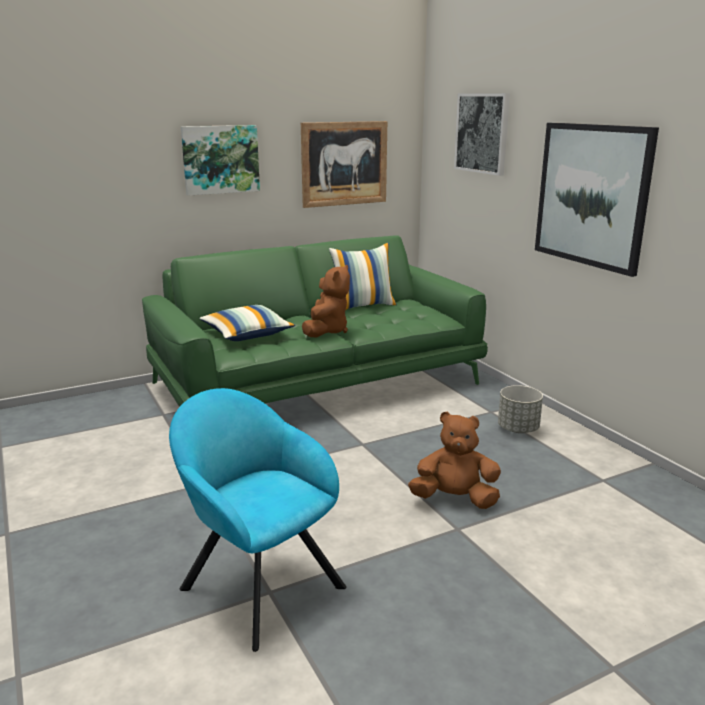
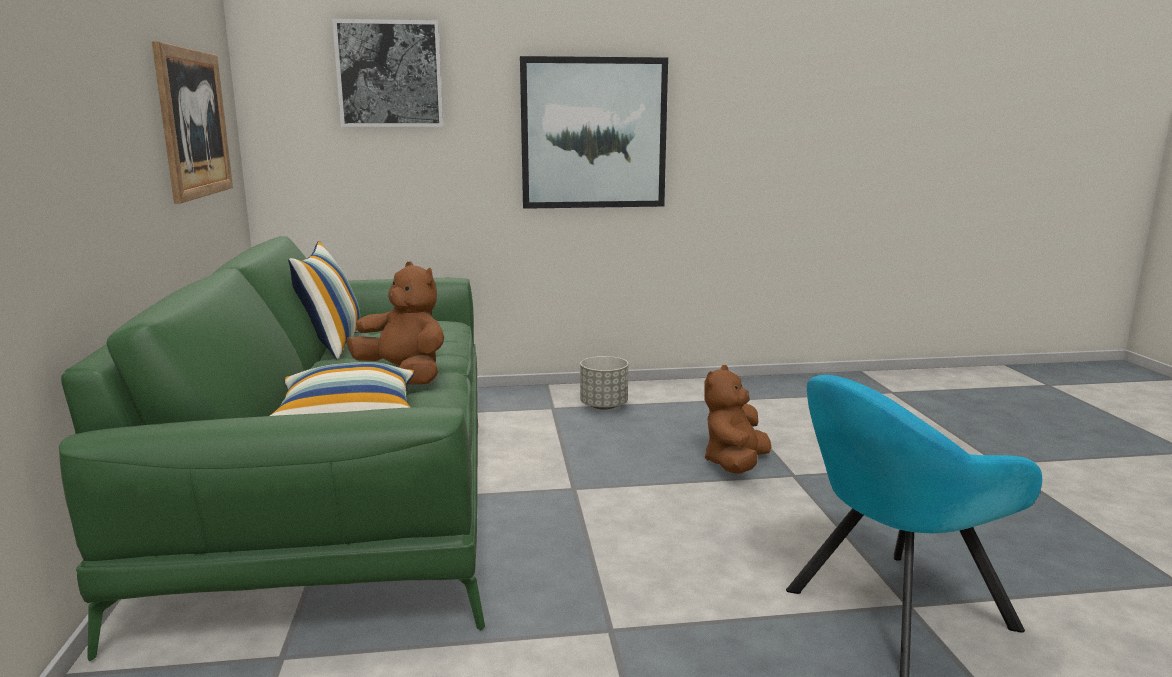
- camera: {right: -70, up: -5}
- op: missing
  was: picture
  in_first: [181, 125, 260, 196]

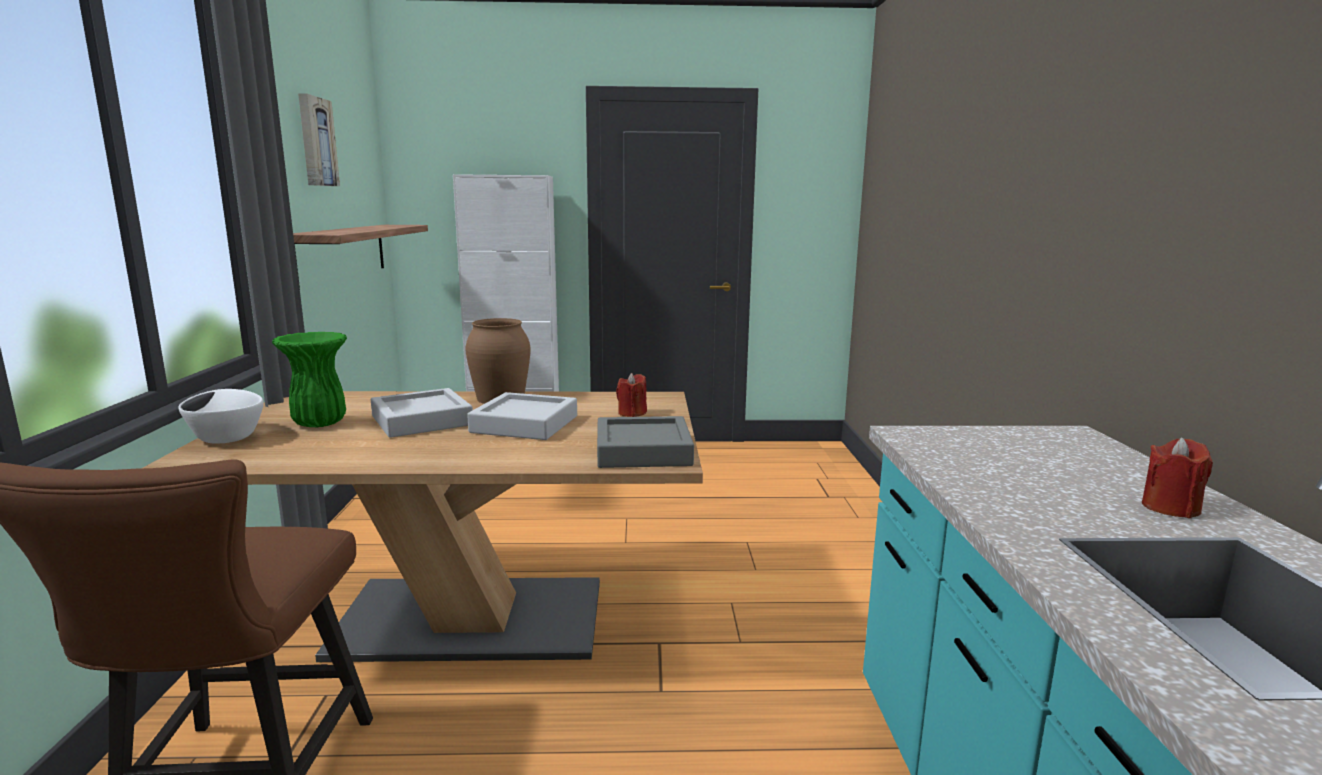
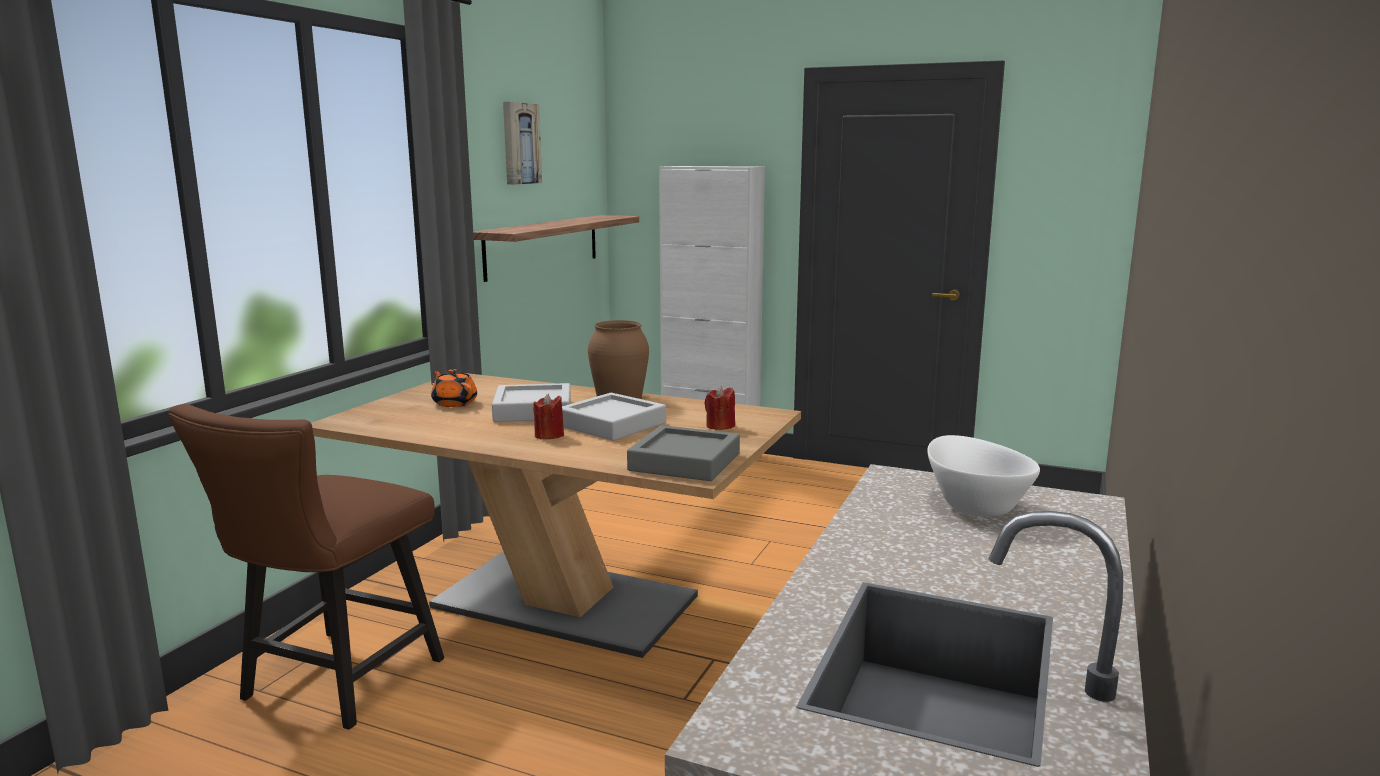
- camera: {right: 25, up: 0}
- op: relocated
  was: white bowl
  in_first: [178, 389, 264, 443]
  in_second: [927, 435, 1040, 517]
- op: relocated
  was: red candle
  in_first: [1142, 438, 1213, 518]
  in_second: [533, 394, 564, 439]
- op: exchanged
  was: green vase
  now: orange teapot
  in_first: [272, 332, 347, 427]
  in_second: [431, 369, 477, 407]

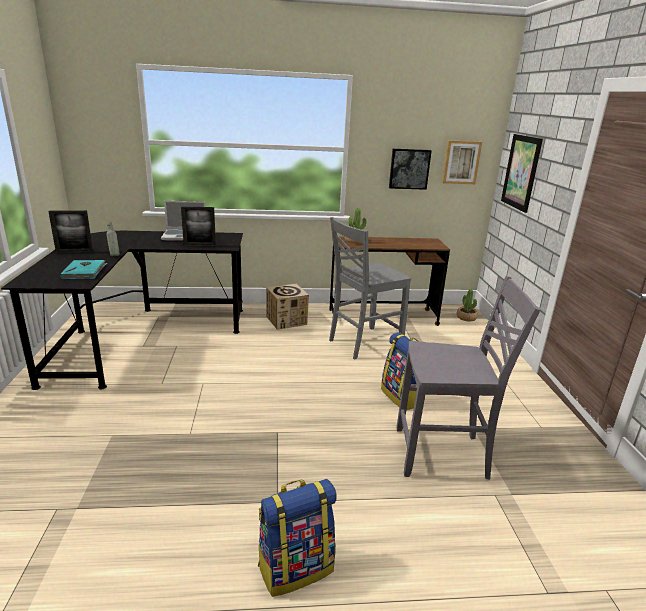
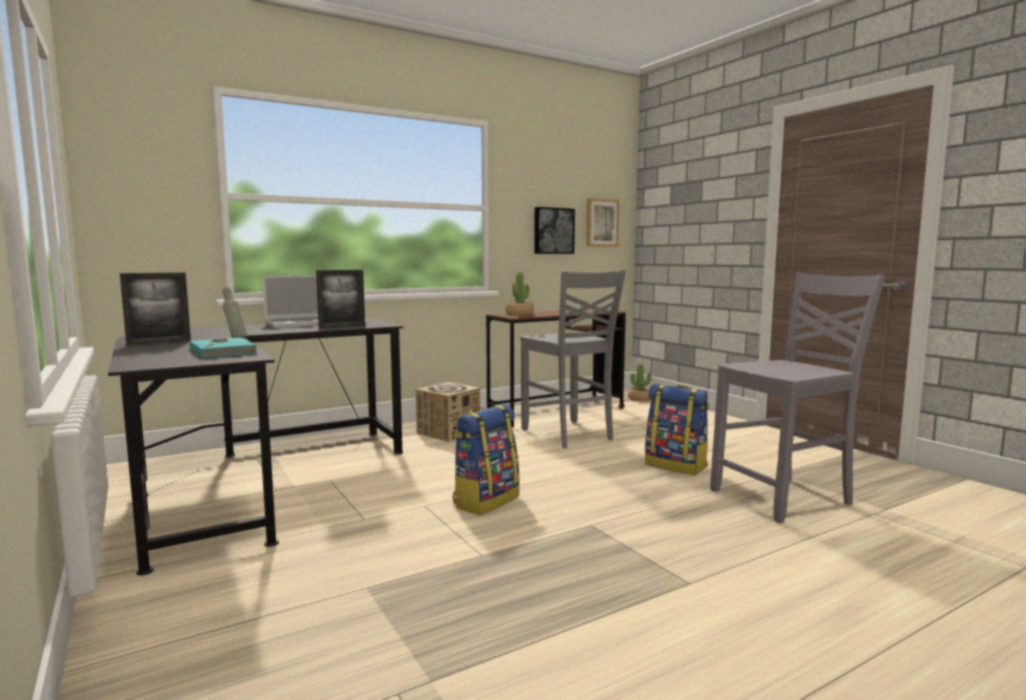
- camera: {right: -25, up: -15}
- op: missing
  was: picture
  in_first: [501, 134, 543, 213]
- op: relocated
  was: backpack
  in_first: [258, 479, 337, 597]
  in_second: [453, 404, 520, 515]
- op: spun
  was: grey chair
  in_first: [329, 217, 411, 359]
  in_second: [520, 270, 626, 448]
  clockwise: -60

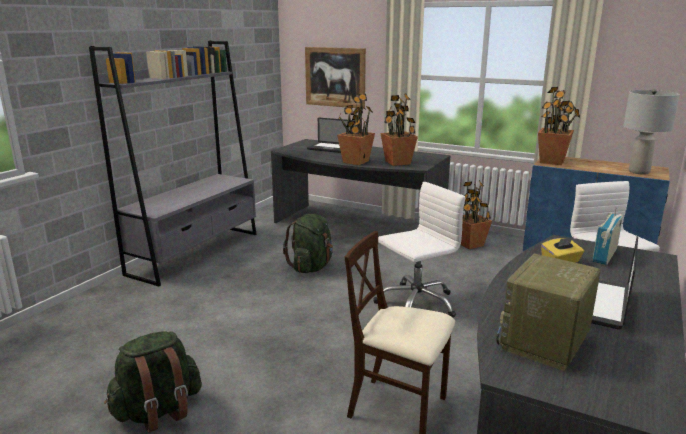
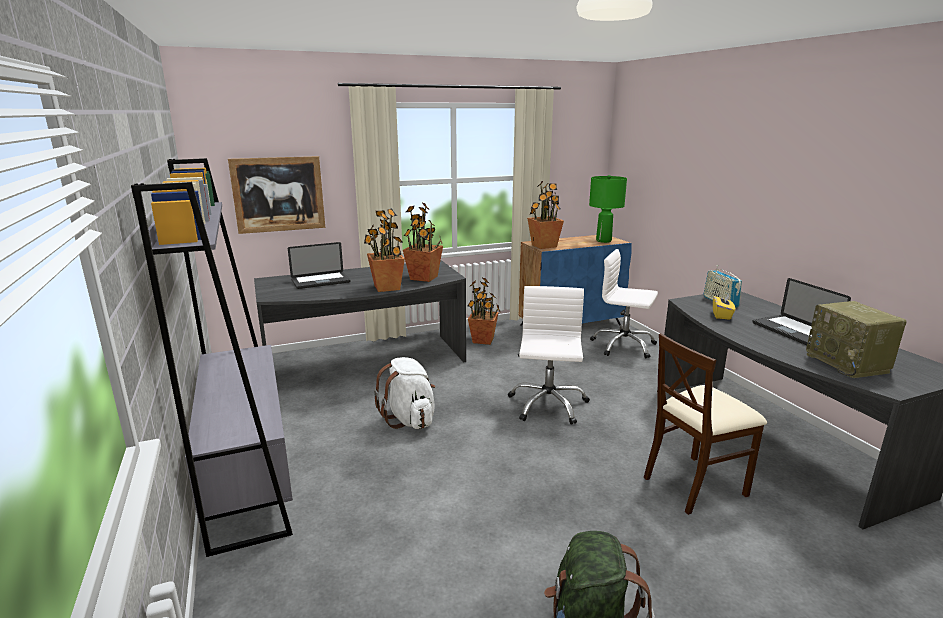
- camera: {right: -50, up: 0}
- op: colour
  was: green backpack
  now: white backpack
  in_first: [283, 214, 333, 273]
  in_second: [374, 357, 435, 429]
- op: colour
  was: grey table lamp
  now: green table lamp
  in_first: [623, 89, 680, 175]
  in_second: [589, 175, 627, 243]

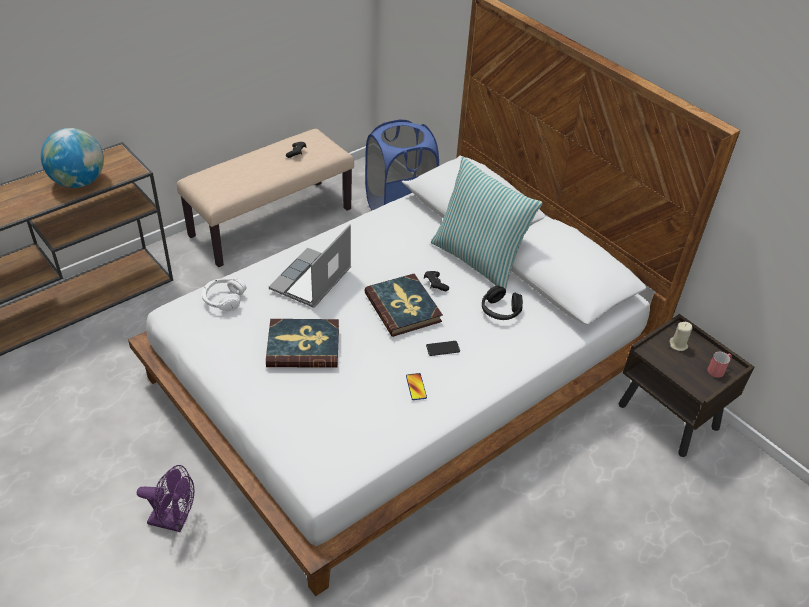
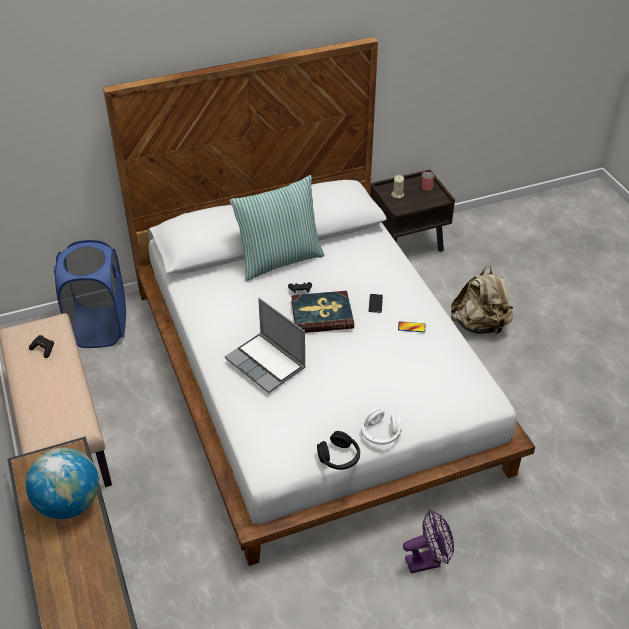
- camera: {right: -70, up: 0}
- op: missing
  was: book
  in_first: [266, 319, 339, 368]
- op: appeared
  now: beige backpack
  in_second: [451, 266, 513, 336]
- op: relocated
  was: white headphones
  in_first: [202, 278, 246, 312]
  in_second: [361, 408, 402, 445]
- op: relocated
  was: black headphones
  in_first: [482, 285, 523, 320]
  in_second: [317, 431, 360, 470]
- op: spun
  was: purple fan
  in_first: [137, 465, 195, 532]
  in_second: [403, 509, 454, 573]
  clockwise: 45

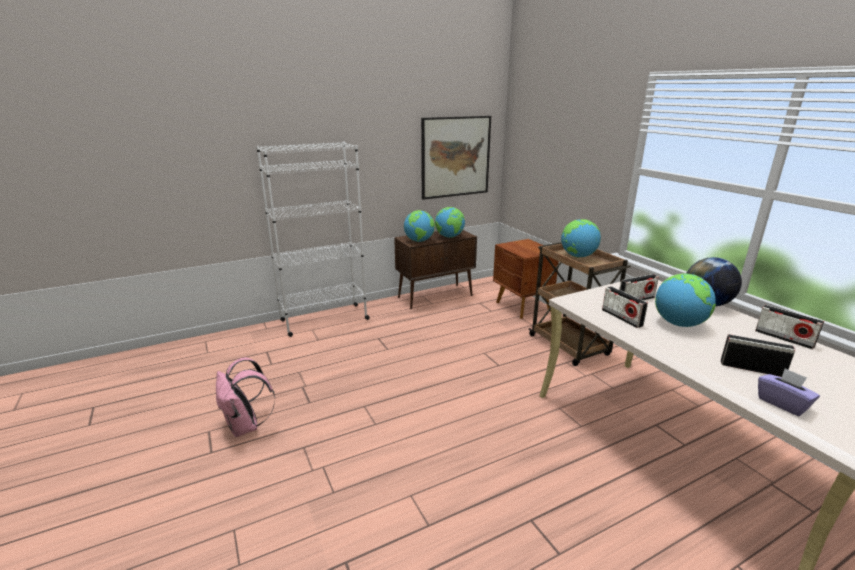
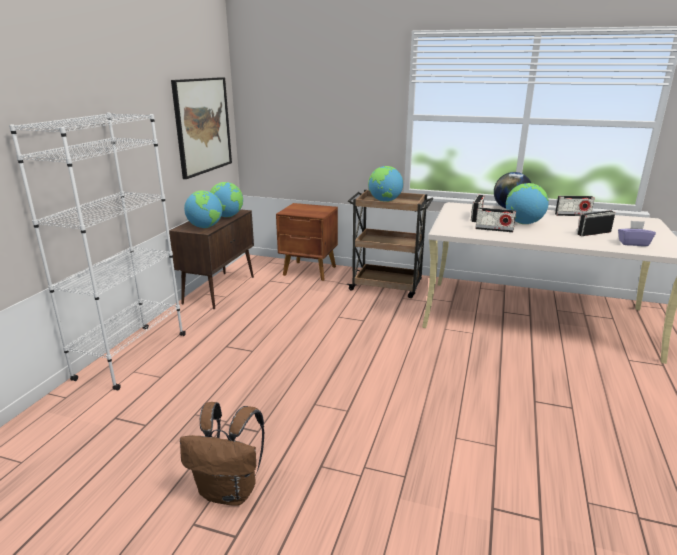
- camera: {right: -45, up: 0}
- op: colour
  was: pink backpack
  now: brown backpack
  in_first: [216, 357, 275, 437]
  in_second: [180, 402, 265, 506]

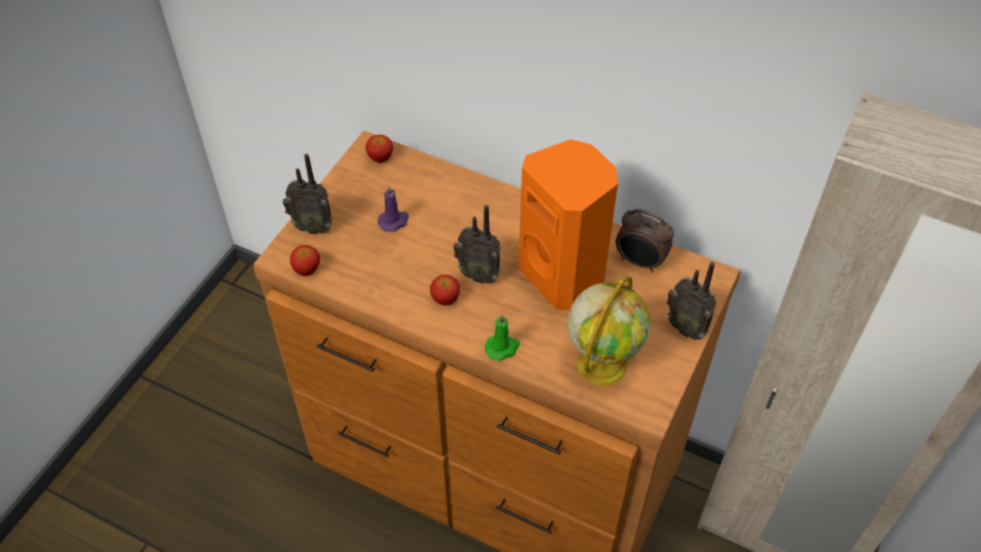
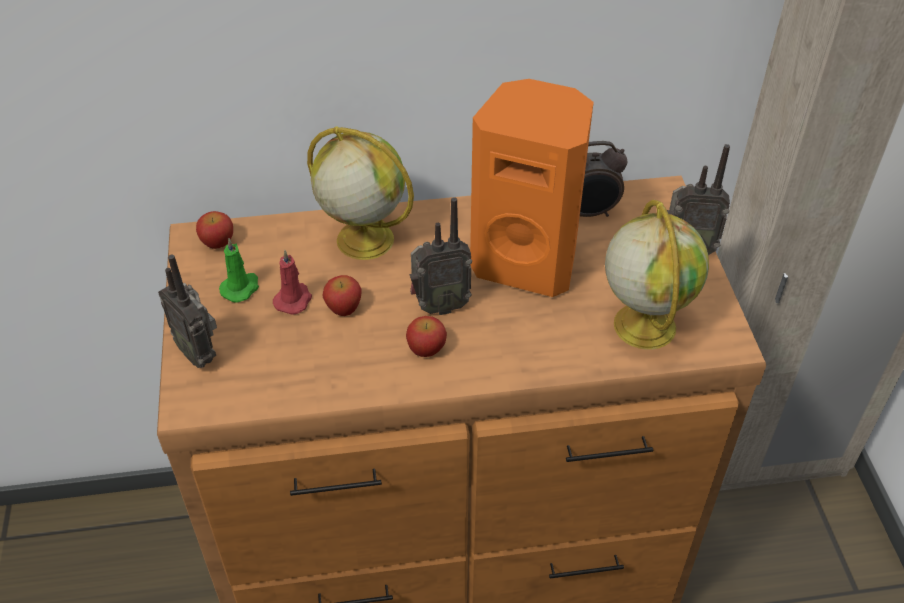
- camera: {right: -35, up: -5}
- op: appeared
  now: globe
  in_second: [307, 126, 414, 260]
- op: relocated
  was: apple
  in_first: [290, 245, 320, 276]
  in_second: [322, 275, 362, 316]
- op: relocated
  was: green candle
  in_first: [485, 314, 520, 361]
  in_second: [219, 238, 259, 303]
- op: colour
  was: purple candle
  now: red candle
  in_first: [378, 186, 409, 232]
  in_second: [273, 250, 312, 315]
- op: spun
  was: radio
  in_first: [283, 154, 333, 234]
  in_second: [158, 254, 217, 368]
  clockwise: 75

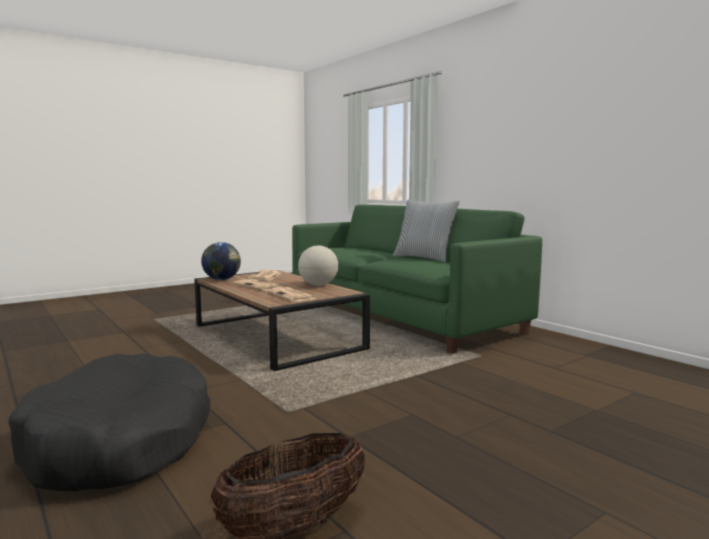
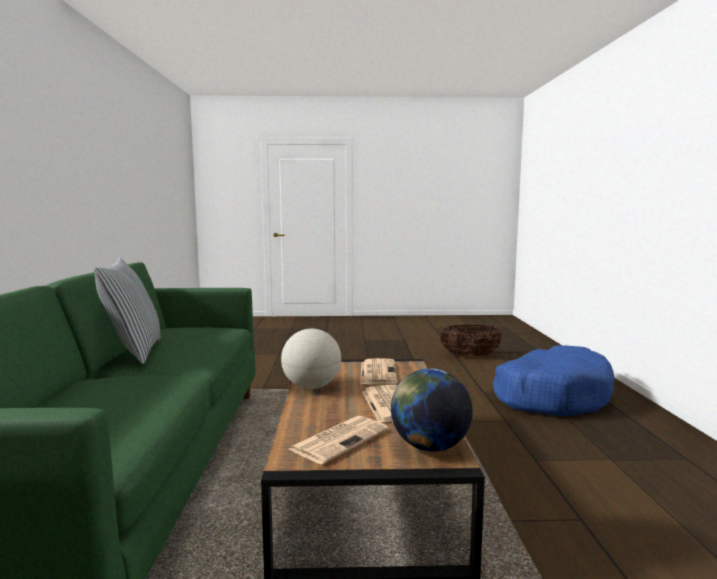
- camera: {right: -145, up: 0}
- op: colour
  was: black dog bed
  now: blue dog bed
  in_first: [8, 353, 210, 491]
  in_second: [493, 345, 615, 416]

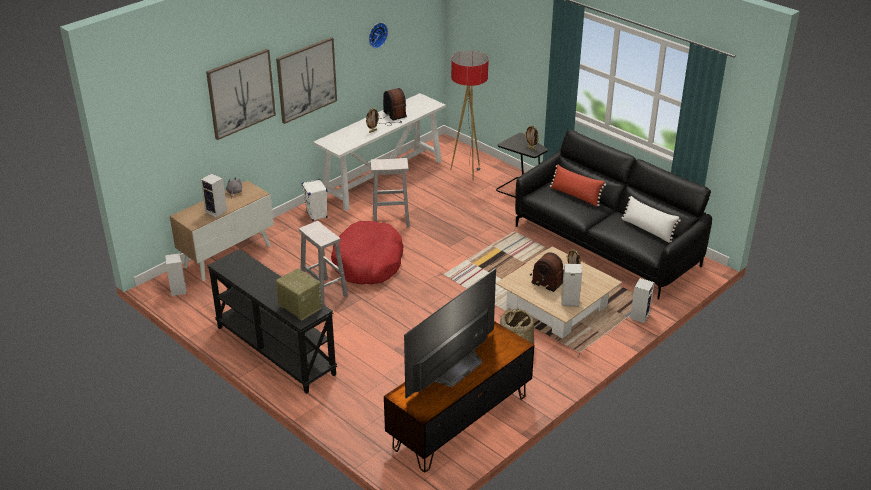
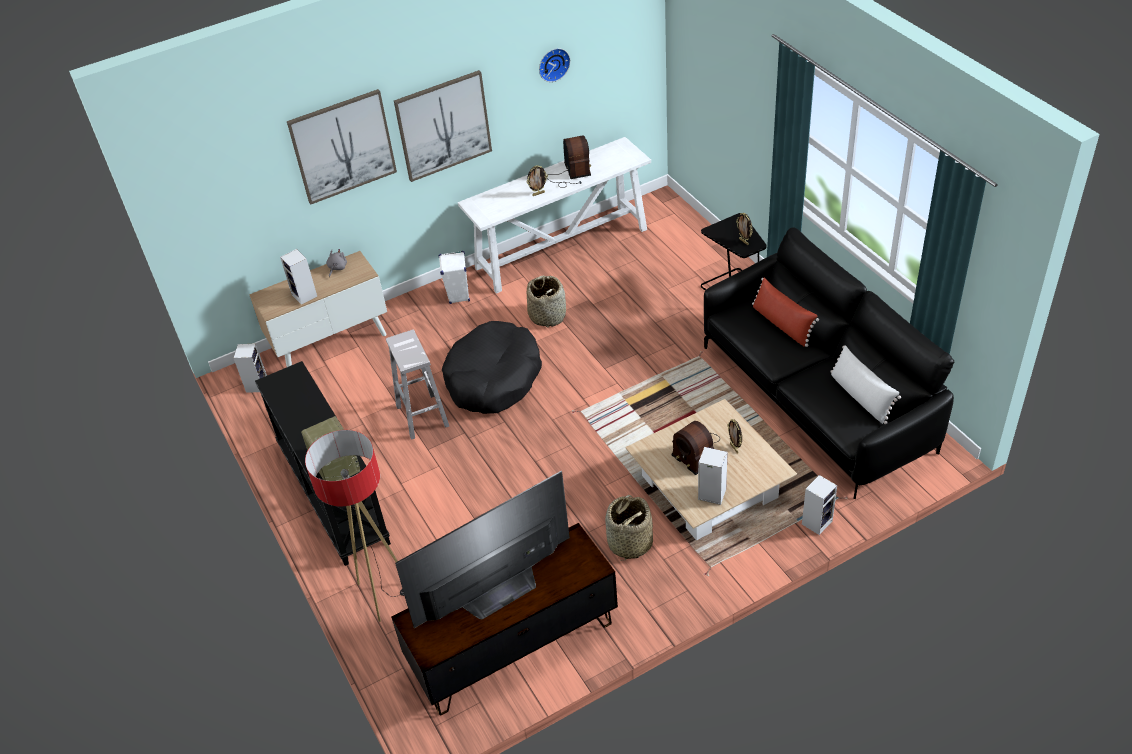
- camera: {right: 20, up: 10}
- op: relocated
  was: floor lamp
  in_first: [450, 51, 489, 181]
  in_second: [305, 430, 404, 622]
- op: exchanged
  was: white stool
  now: basket
  in_first: [371, 158, 410, 227]
  in_second: [527, 276, 566, 328]
- op: colour
  was: red dog bed
  now: black dog bed
  in_first: [331, 221, 403, 285]
  in_second: [442, 321, 542, 414]

